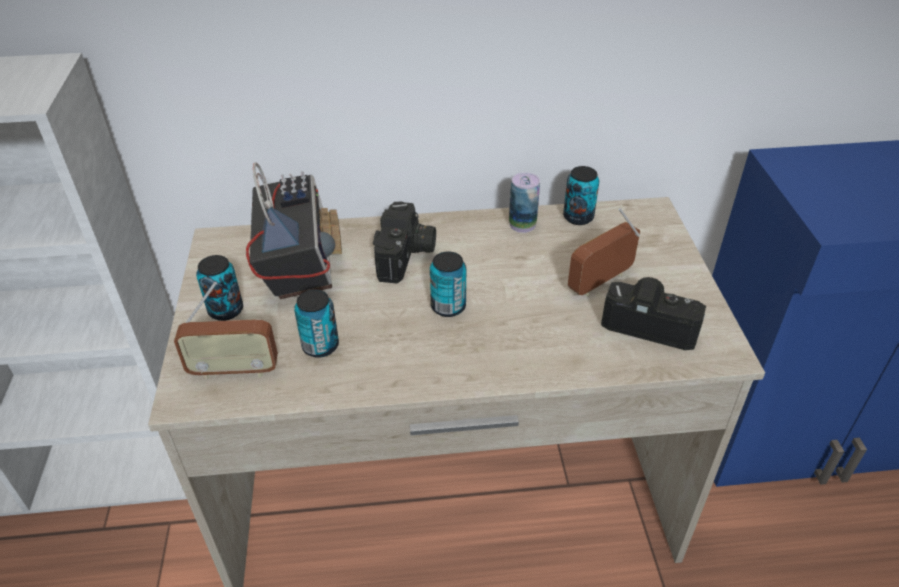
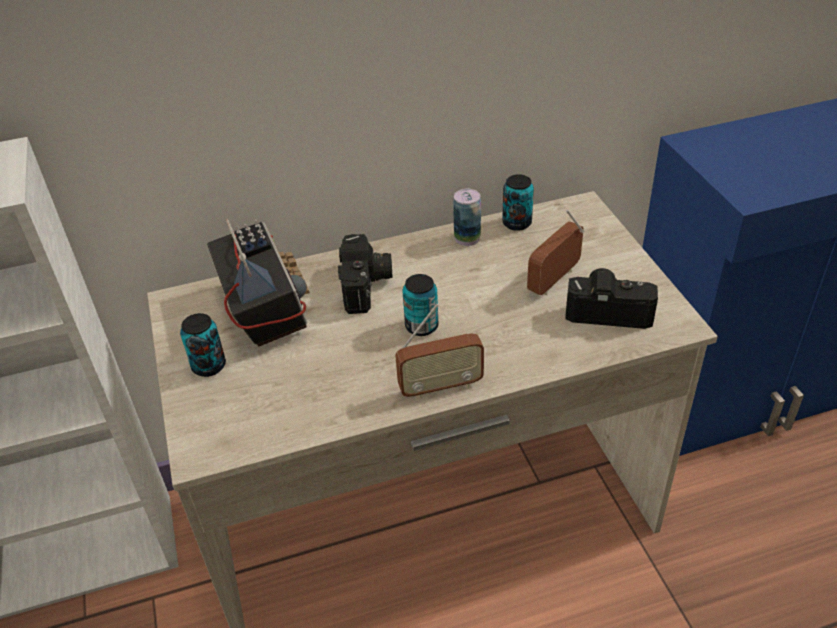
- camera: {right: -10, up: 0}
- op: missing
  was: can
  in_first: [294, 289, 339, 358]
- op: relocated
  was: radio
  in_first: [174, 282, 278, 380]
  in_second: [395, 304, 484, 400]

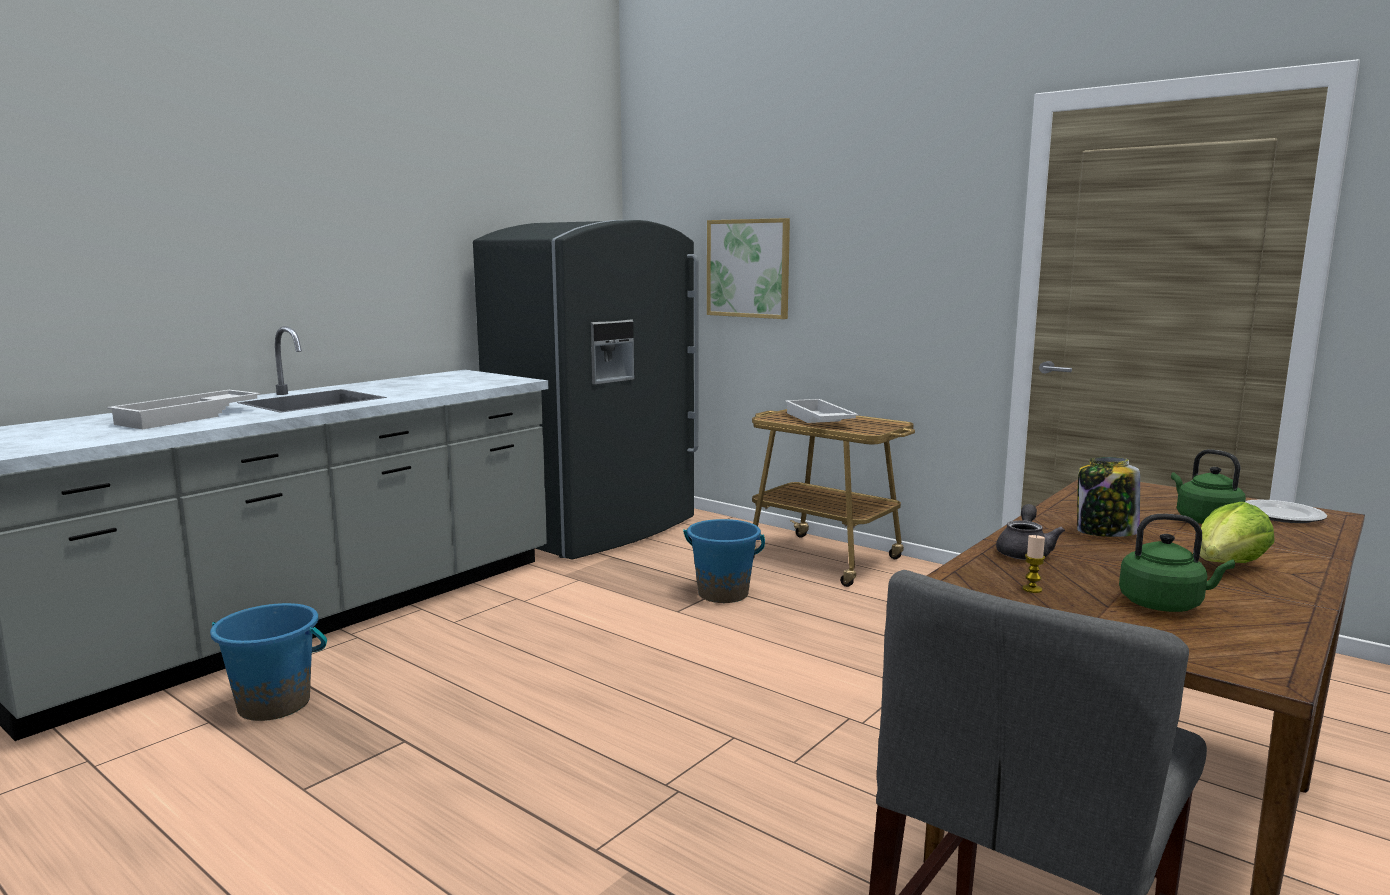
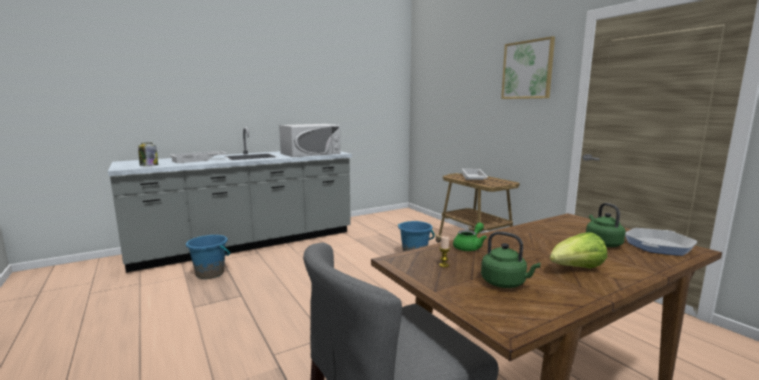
- camera: {right: 20, up: 0}
- op: missing
  was: grey fridge
  in_first: [473, 220, 699, 560]
- op: appeared
  now: white microwave
  in_second: [279, 124, 341, 157]
- op: relocated
  was: picture
  in_first: [707, 218, 790, 319]
  in_second: [501, 36, 555, 99]
- op: relocated
  was: jar
  in_first: [1077, 457, 1140, 537]
  in_second: [138, 142, 158, 166]
- op: exchanged
  was: plate
  now: frying pan
  in_first: [1245, 500, 1327, 523]
  in_second: [625, 228, 697, 256]
- op: colour
  was: grey teapot
  now: green teapot
  in_first: [996, 504, 1065, 560]
  in_second: [453, 222, 487, 251]

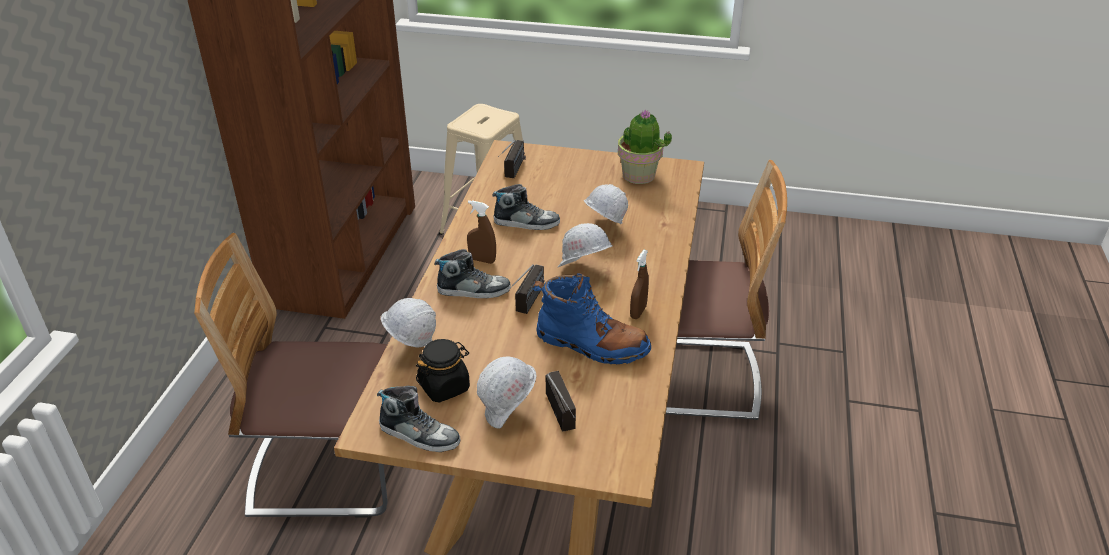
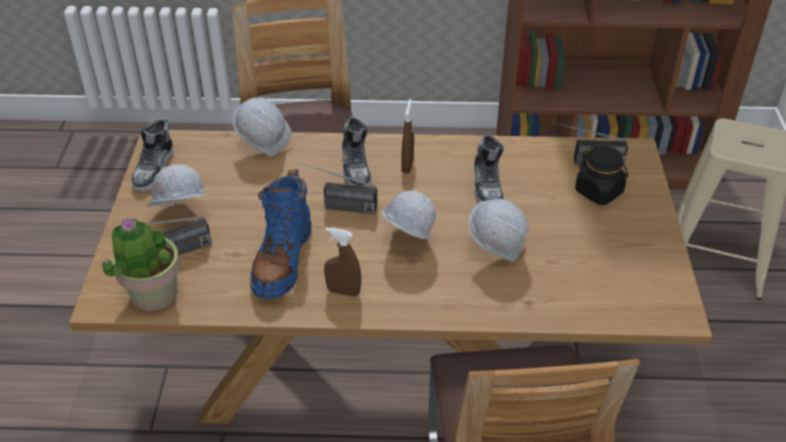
- camera: {right: 80, up: 5}
- op: relocated
  was: black jar
  in_first: [416, 339, 470, 403]
  in_second: [575, 145, 628, 205]
- op: relocated
  was: potted plant
  in_first: [618, 110, 672, 184]
  in_second: [102, 217, 180, 311]

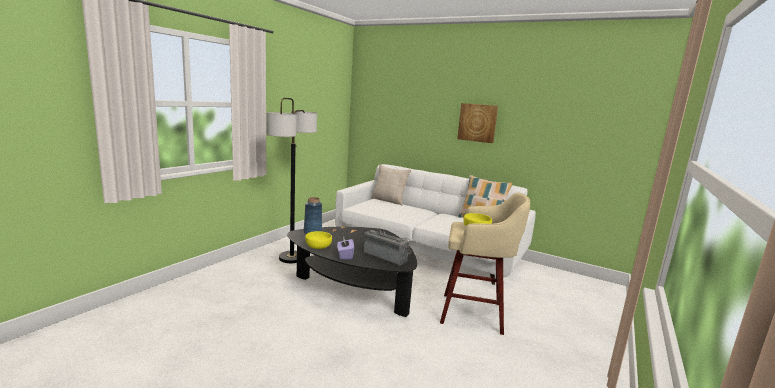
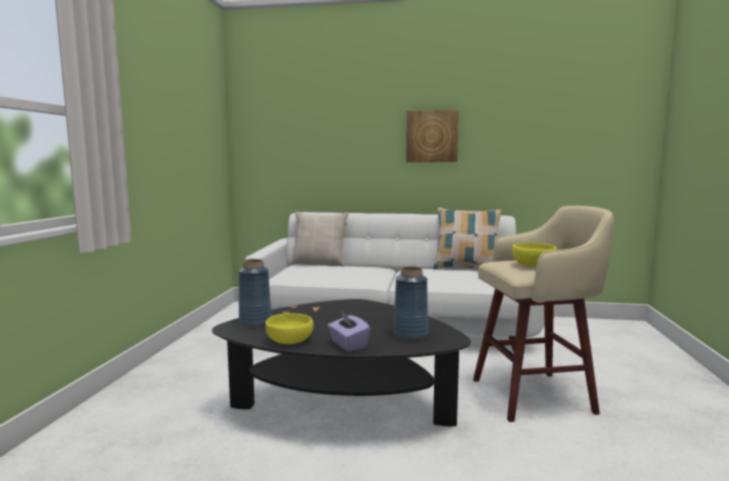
- camera: {right: -20, up: -5}
- op: missing
  was: floor lamp
  in_first: [267, 98, 317, 263]
- op: exchanged
  was: radio
  now: blue vase
  in_first: [363, 230, 411, 266]
  in_second: [393, 266, 428, 340]

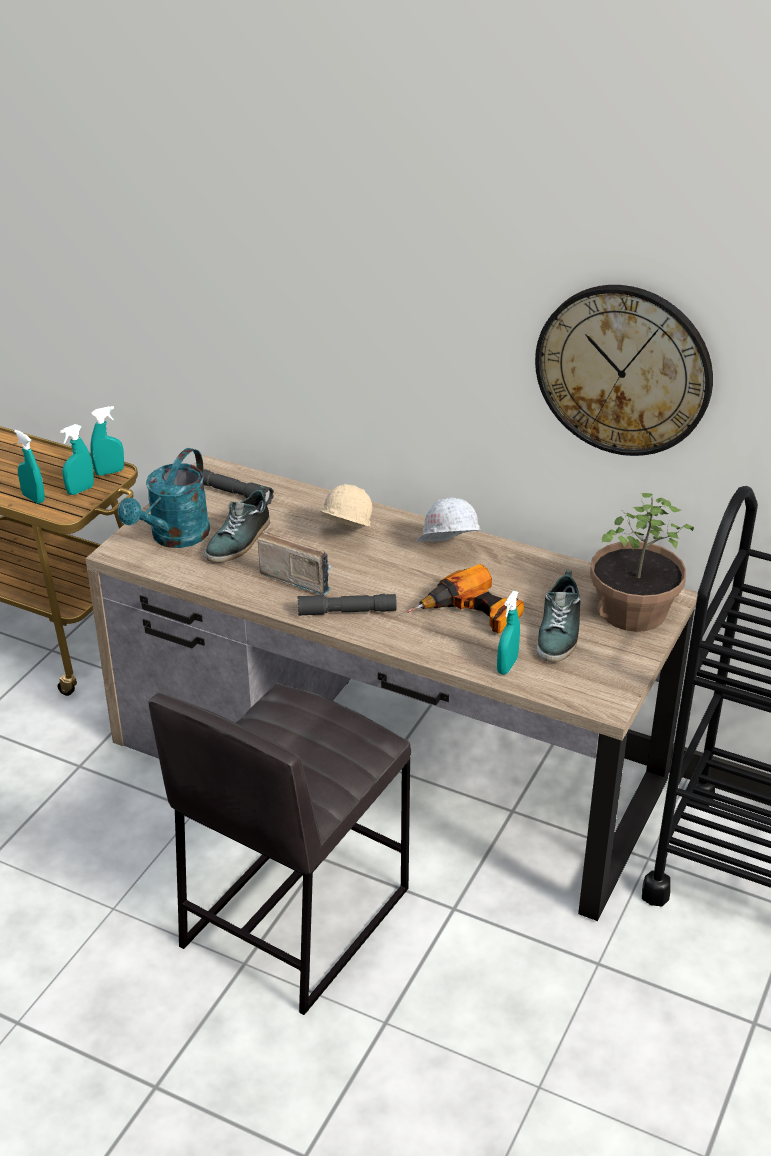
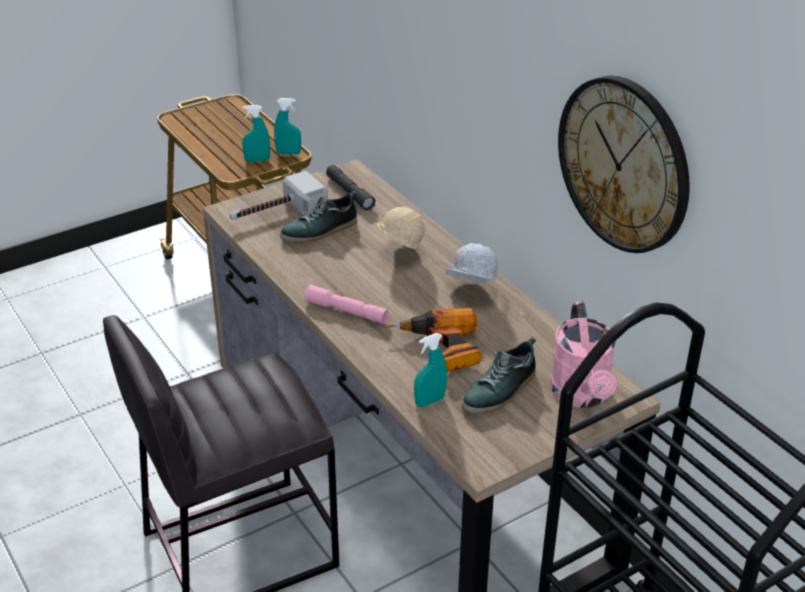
- camera: {right: 30, up: 0}
- op: missing
  was: turquoise spray bottle
  in_first: [14, 430, 45, 504]
- op: missing
  was: radio
  in_first: [257, 531, 333, 596]
- op: exchanged
  was: turquoise watering can
  now: hammer
  in_first: [118, 448, 210, 548]
  in_second: [229, 171, 328, 220]
- op: exchanged
  was: potted plant
  now: pink watering can
  in_first: [590, 493, 694, 632]
  in_second: [550, 301, 617, 408]
- op: colour
  was: grey flashlight
  now: pink flashlight
  in_first: [298, 594, 397, 616]
  in_second: [304, 285, 388, 324]

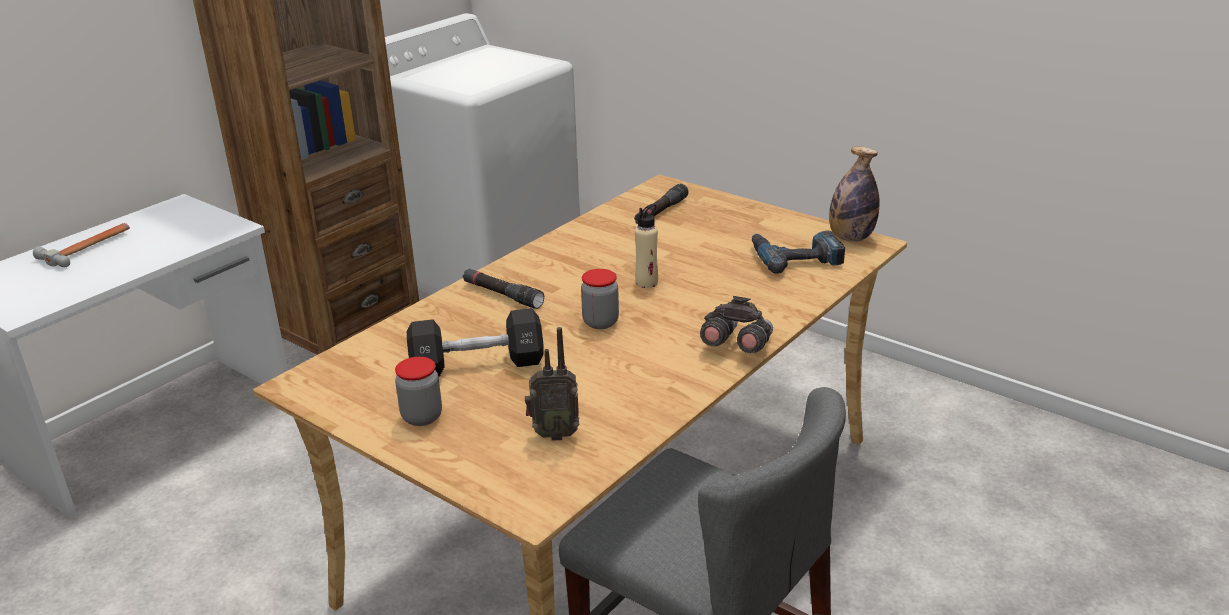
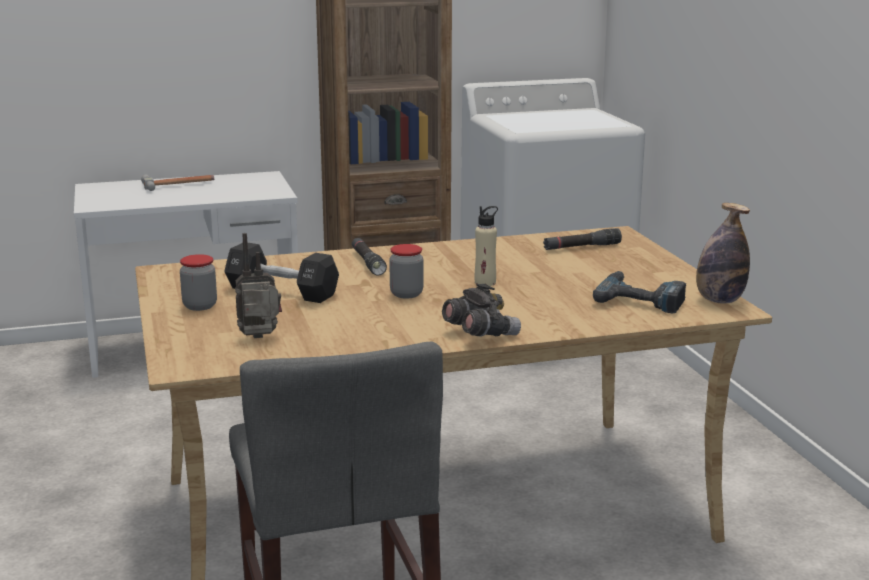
- camera: {right: 35, up: -10}
- op: spun
  was: radio
  in_first: [525, 327, 579, 441]
  in_second: [235, 233, 282, 338]
  clockwise: 135

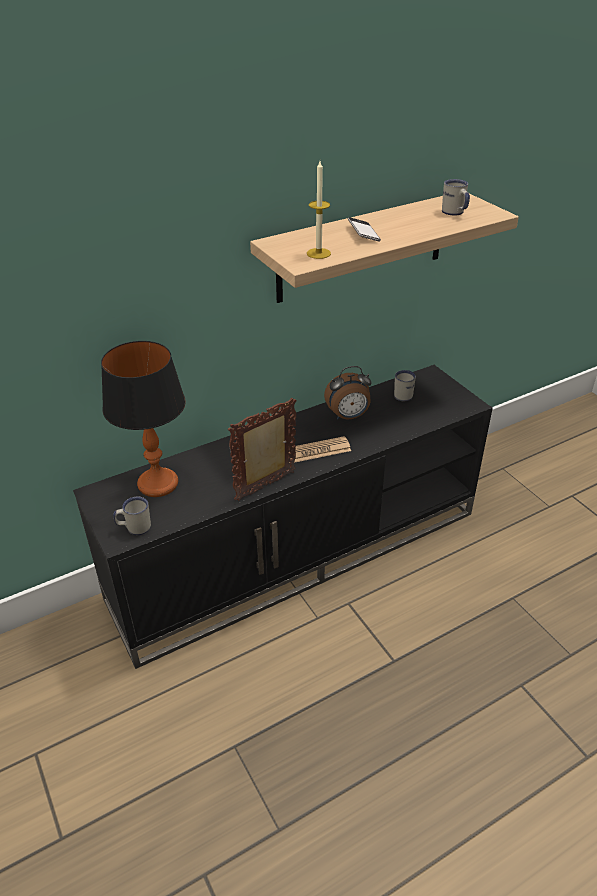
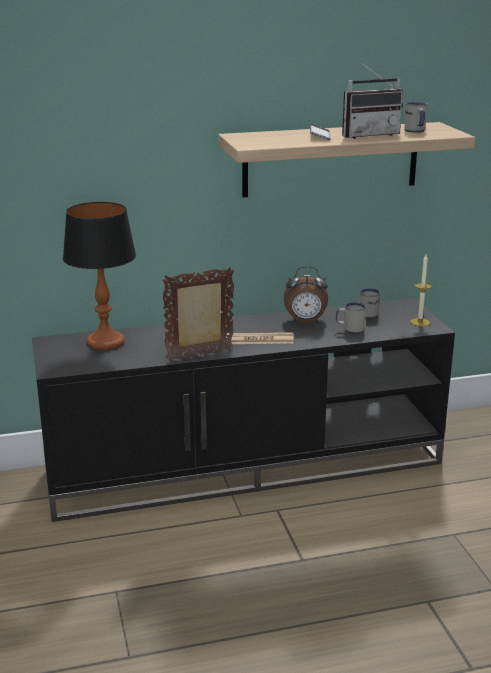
- camera: {right: 15, up: -15}
- op: appeared
  now: radio
  in_second: [342, 61, 403, 139]
- op: relocated
  was: white mug
  in_first: [113, 497, 151, 535]
  in_second: [336, 302, 366, 334]
- op: relocated
  was: candle
  in_first: [307, 161, 331, 259]
  in_second: [410, 255, 432, 326]

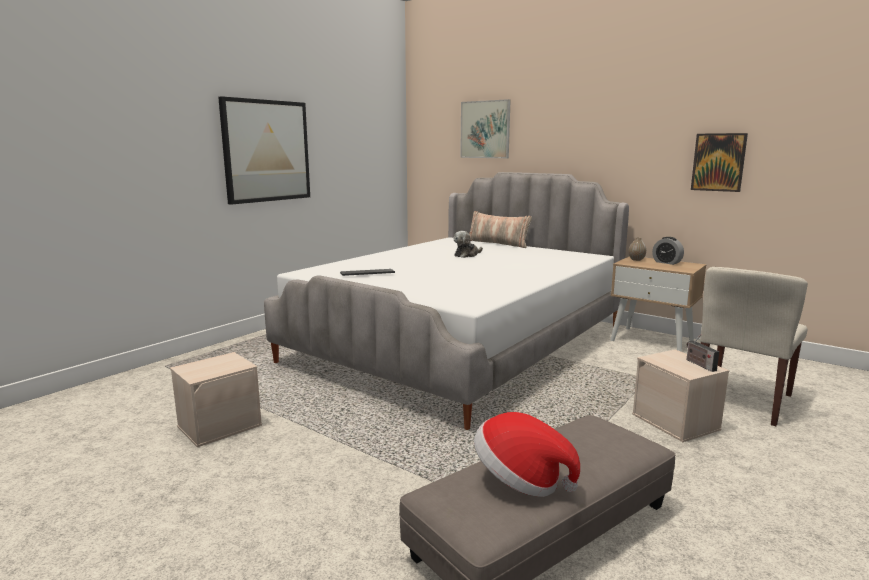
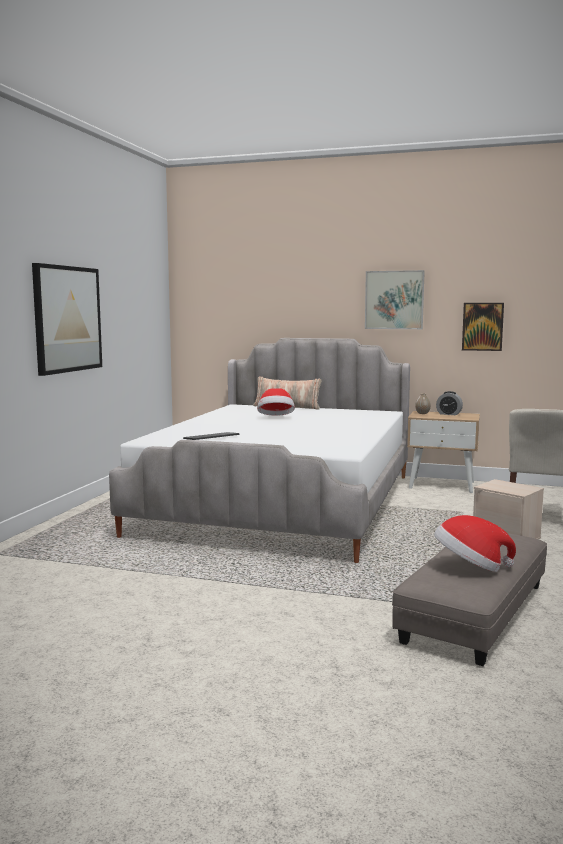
- camera: {right: -20, up: -5}
- op: missing
  was: beige storage box
  in_first: [170, 352, 262, 447]
- op: missing
  was: radio
  in_first: [686, 334, 719, 372]
- op: relocated
  was: picture
  in_first: [460, 99, 511, 158]
  in_second: [365, 270, 425, 329]
- op: exchanged
  was: plush toy
  now: hat
  in_first: [454, 231, 483, 258]
  in_second: [257, 388, 295, 416]

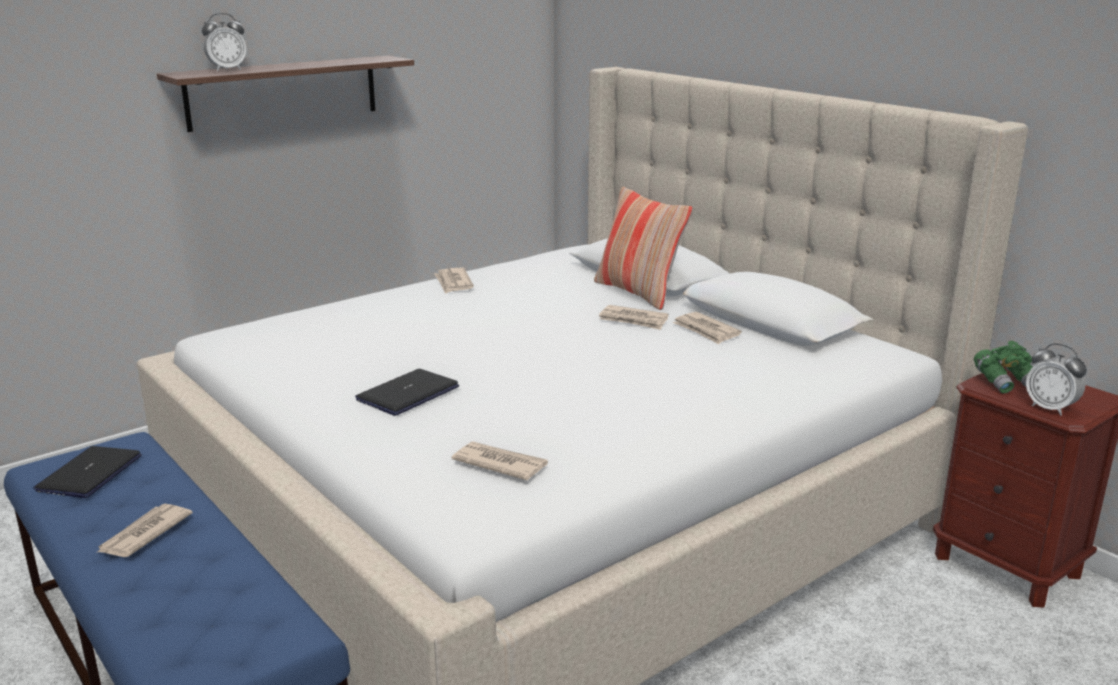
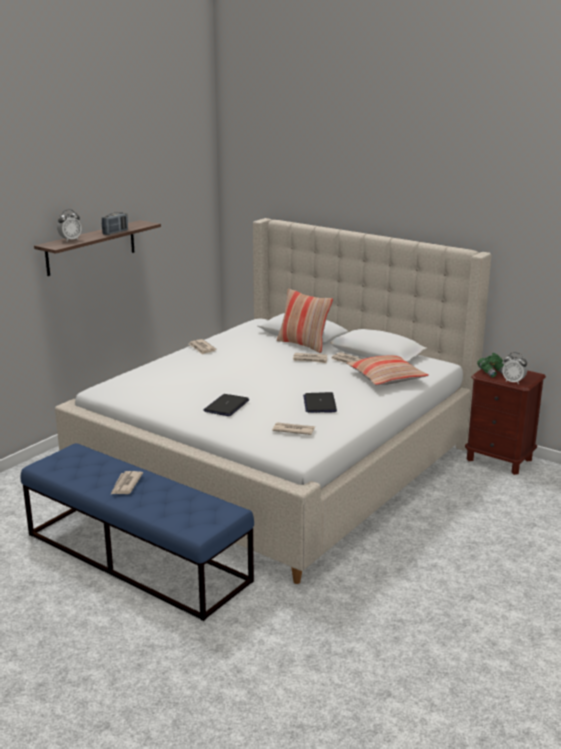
- camera: {right: -15, up: 0}
- op: appeared
  now: radio
  in_second: [102, 212, 128, 235]
- op: appeared
  now: pillow
  in_second: [346, 355, 428, 385]
- op: relocated
  was: laptop
  in_first: [33, 446, 142, 498]
  in_second: [303, 392, 337, 413]

